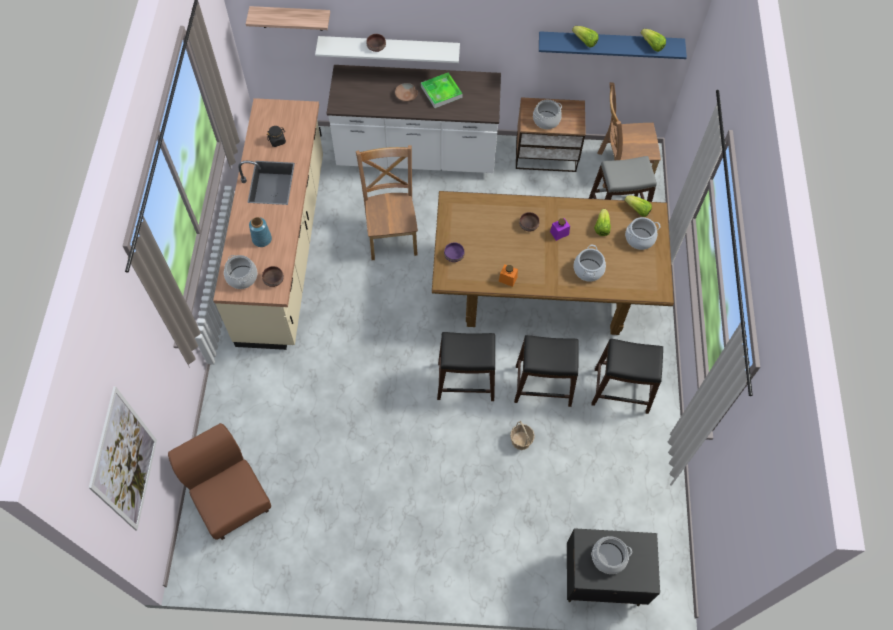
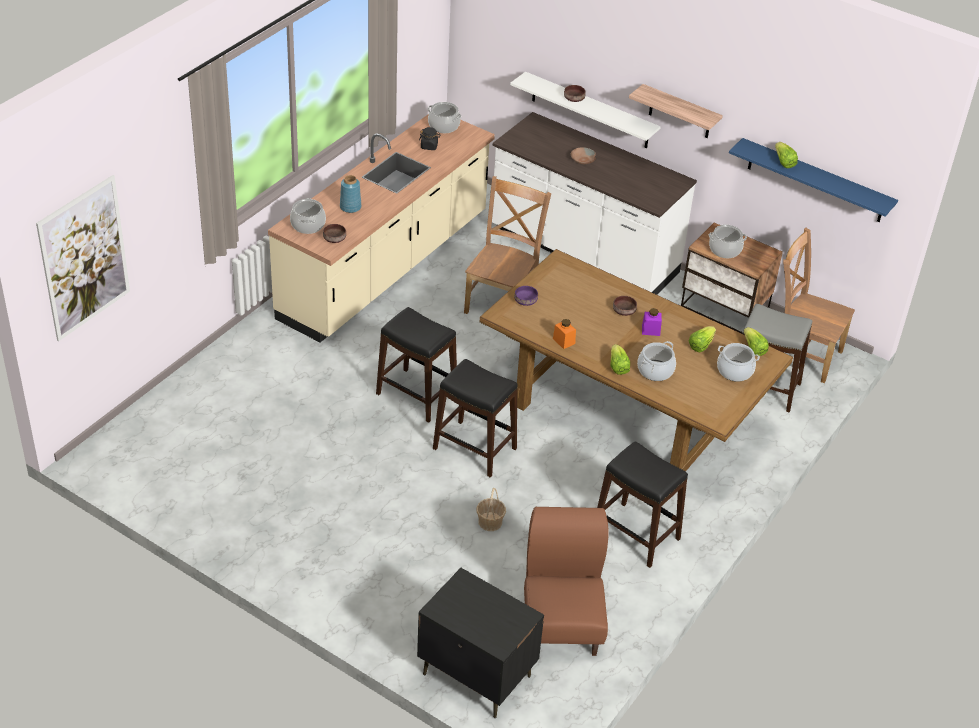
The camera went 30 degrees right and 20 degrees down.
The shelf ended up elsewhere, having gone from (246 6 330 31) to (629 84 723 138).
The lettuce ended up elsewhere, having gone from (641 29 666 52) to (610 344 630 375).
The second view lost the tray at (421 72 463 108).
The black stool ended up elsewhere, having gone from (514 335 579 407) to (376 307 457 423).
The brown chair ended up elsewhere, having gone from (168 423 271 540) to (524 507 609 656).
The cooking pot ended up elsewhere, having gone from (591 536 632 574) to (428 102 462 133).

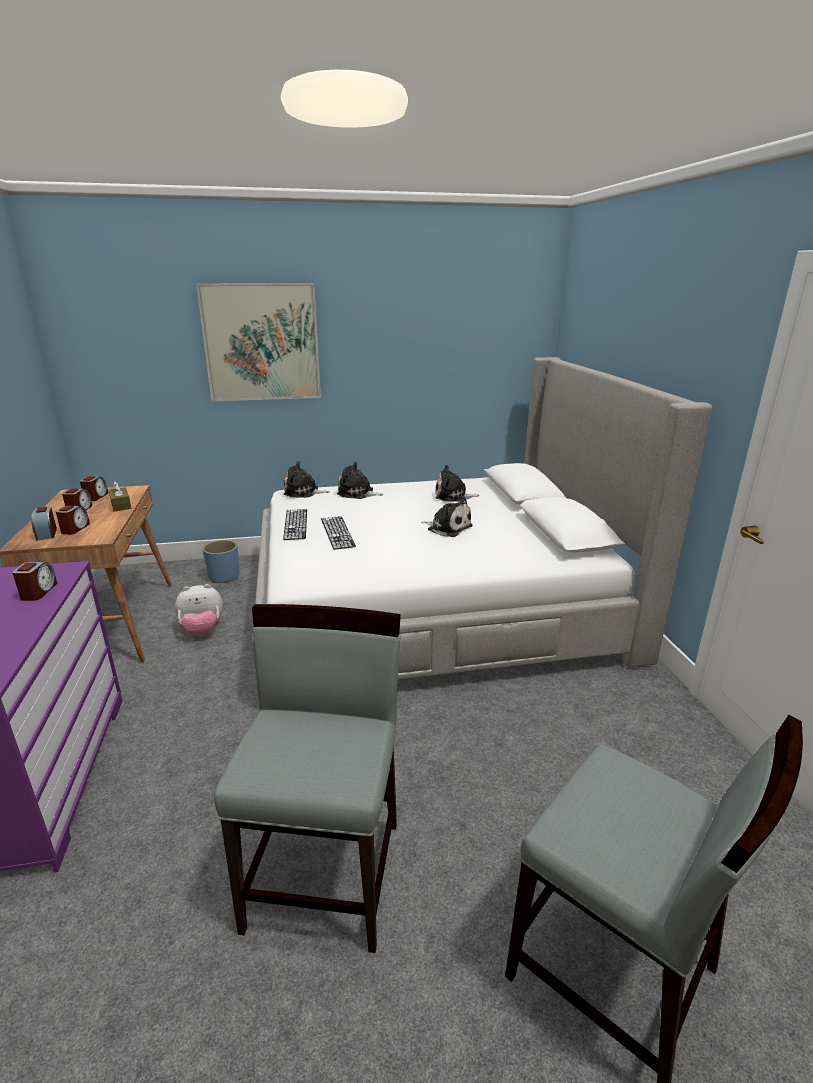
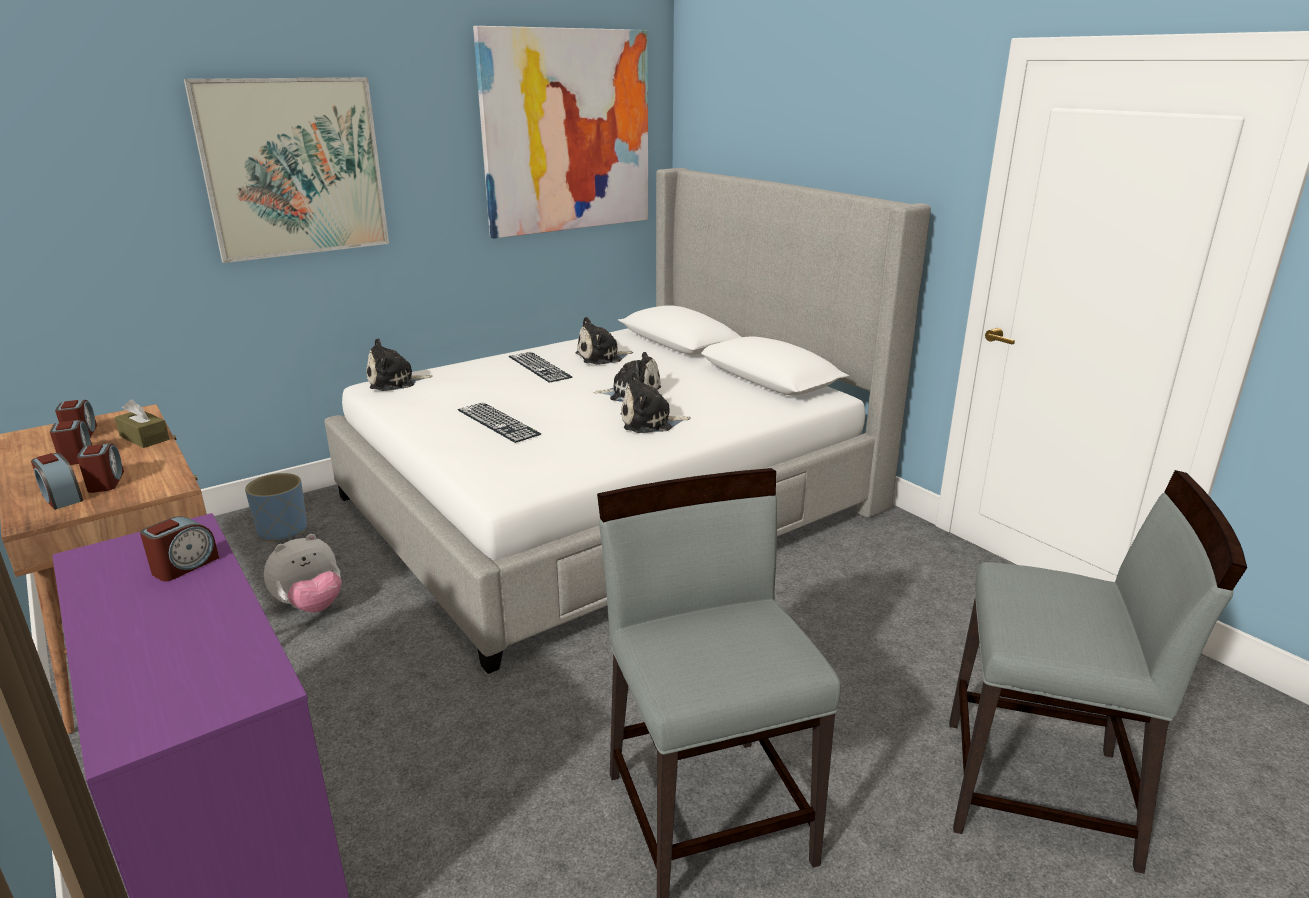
The camera went 25 degrees left and 0 degrees up.
The plush toy ended up elsewhere, having gone from (337 462 383 499) to (621 372 691 433).
The keyboard ended up elsewhere, having gone from (283 509 307 540) to (509 352 572 383).
The alarm clock at (12 562 57 601) ended up facing another way, 60 degrees clockwise from before.
The second view gained the picture at (473 26 648 239).

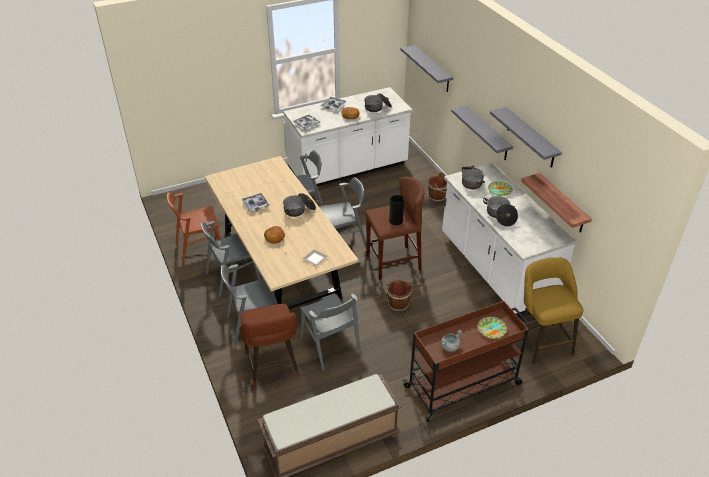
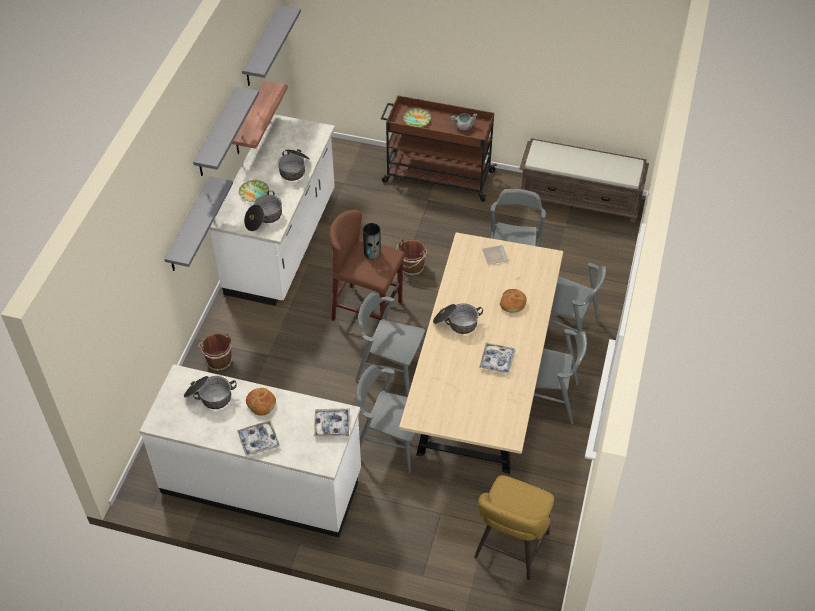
The camera went 140 degrees left and 10 degrees up.
The grey shelf ended up elsewhere, having gone from (401 45 453 92) to (242 5 301 86).
The second view lost the brown chair at (167 192 221 266).
The yellow stool ended up elsewhere, having gone from (520 257 584 365) to (474 475 554 580).
The second view lost the brown stool at (240 304 300 387).

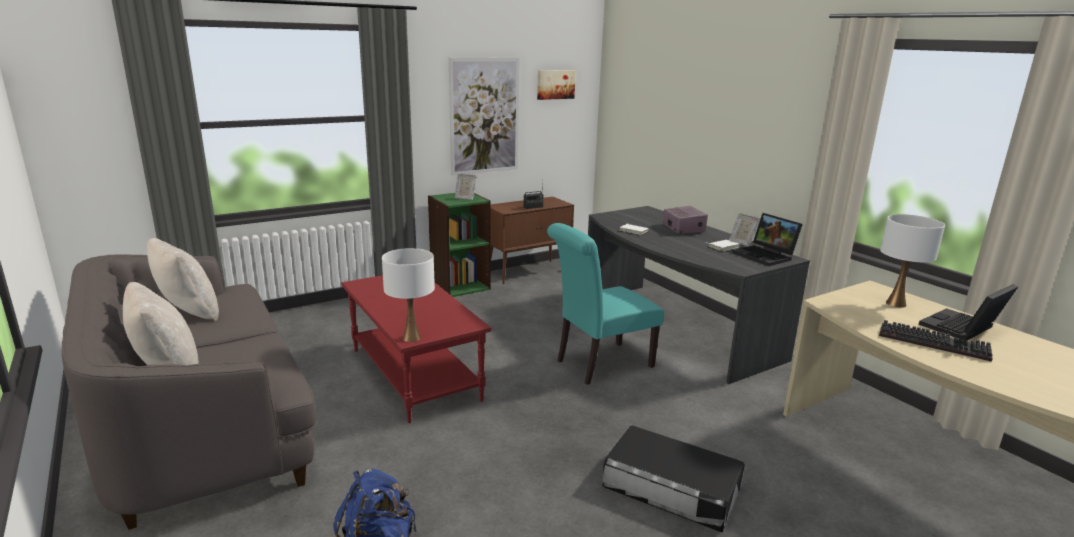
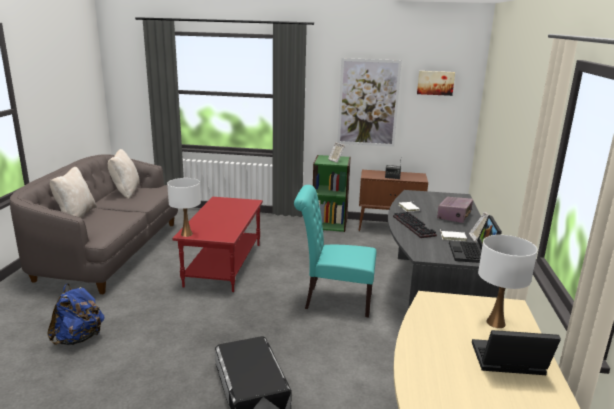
The camera went 40 degrees right and 0 degrees up.
The keyboard ended up elsewhere, having gone from (879 320 993 362) to (393 212 437 238).

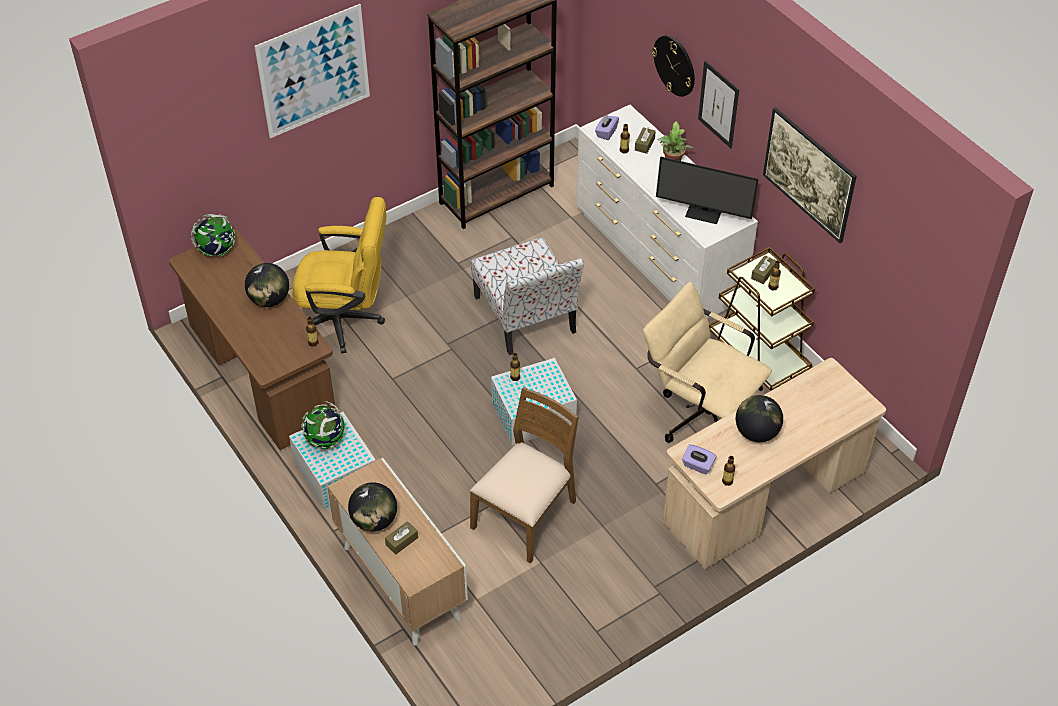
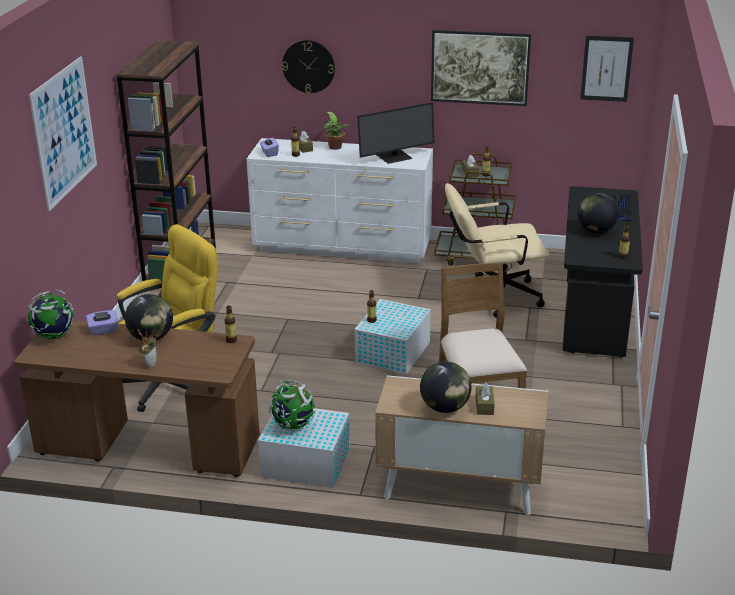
The camera went 45 degrees left and 20 degrees down.
The picture ended up elsewhere, having gone from (698 61 739 148) to (580 35 634 102).
The second view lost the chair at (471 238 584 355).
What was the beige desk at (663 358 886 569) turned into the black desk at (563 186 643 358).
The purple tissue box ended up elsewhere, having gone from (682 444 717 474) to (86 310 118 335).
The second view gained the keyboard at (612 195 632 221).
The second view gained the potted plant at (138 330 157 368).

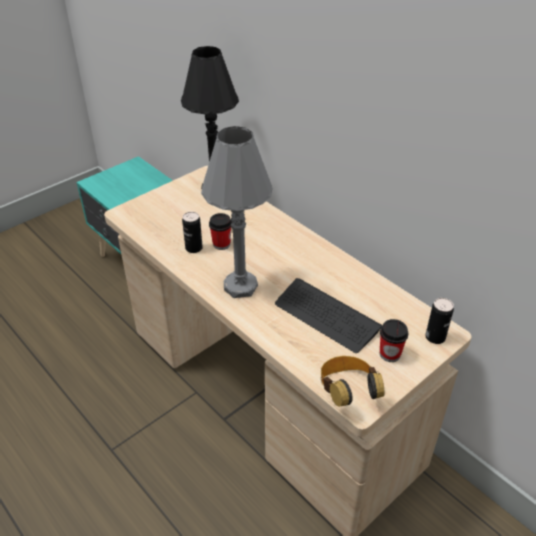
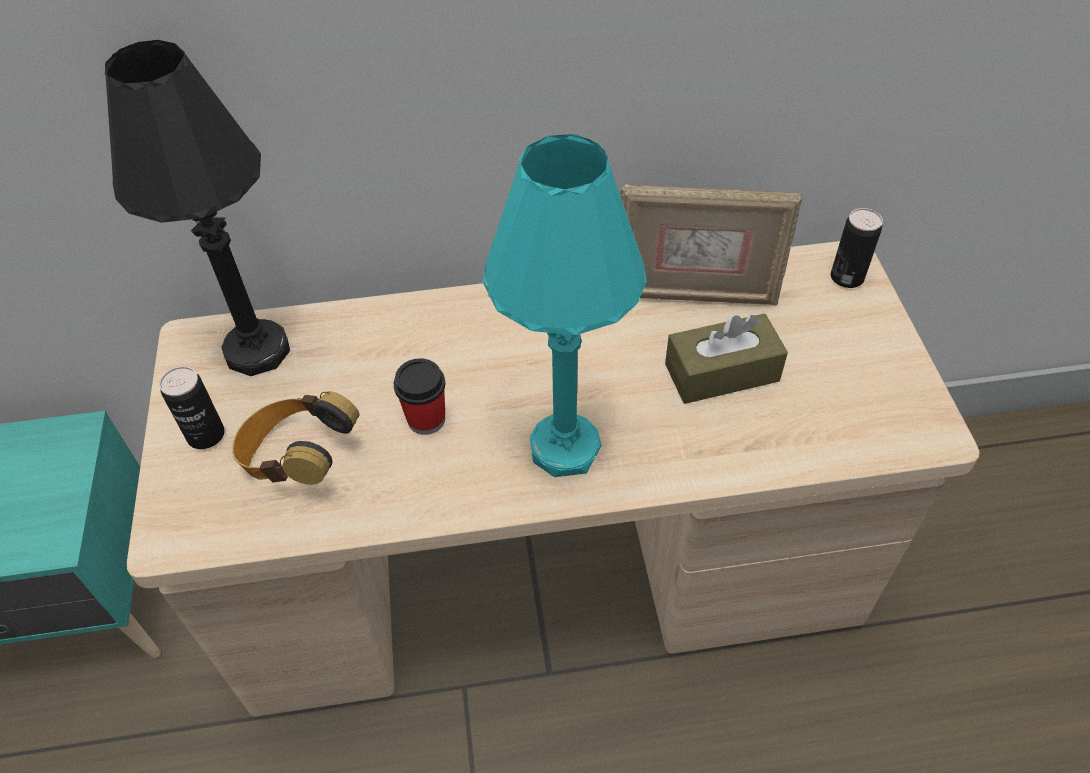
The camera went 55 degrees left and 10 degrees up.
What was the grey table lamp at (201 126 273 298) turned into the turquoise table lamp at (483 134 647 477).
The can ended up elsewhere, having gone from (182 212 203 253) to (159 366 225 449).
Where the keyboard stood at (275 278 382 353), the brown tissue box came to stand at (665 313 788 404).
The second view lost the cup at (380 319 408 362).
The headphones ended up elsewhere, having gone from (321 356 384 407) to (232 391 360 485).
The second view gained the picture frame at (620 184 803 305).

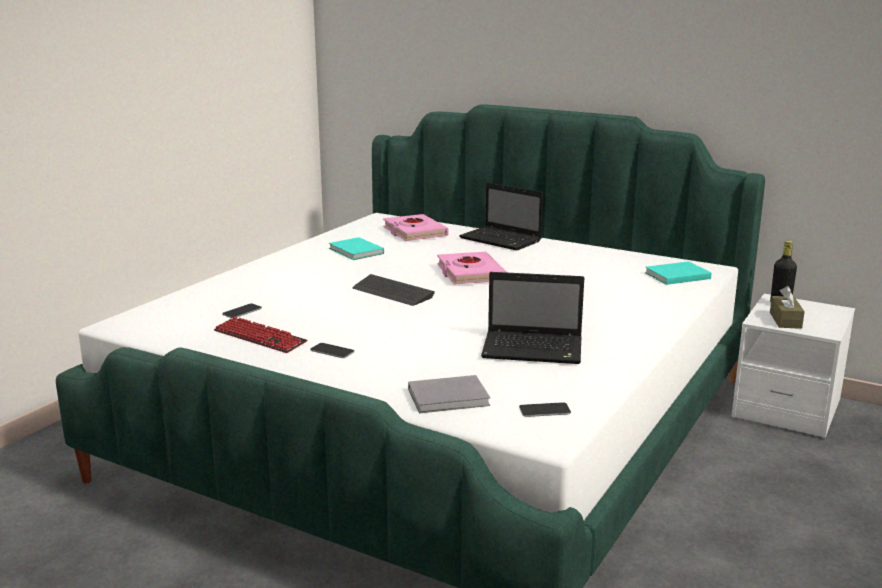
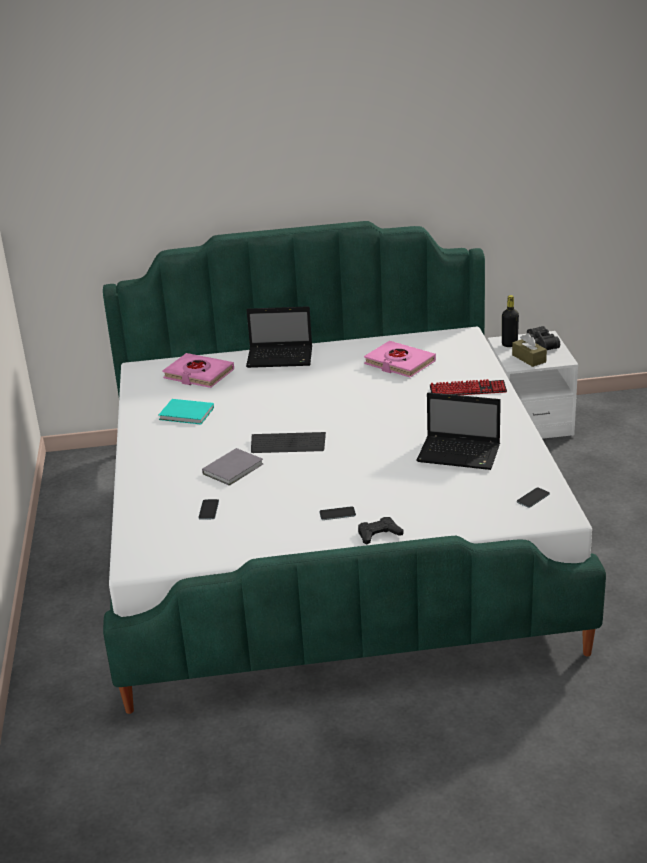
The camera went 35 degrees left and 10 degrees up.
The pink book ended up elsewhere, having gone from (437 252 507 285) to (364 341 436 377).
The second view lost the turquoise book at (645 261 711 285).
The laptop at (481 272 584 364) ended up facing another way, 45 degrees clockwise from before.
The keyboard ended up elsewhere, having gone from (214 316 308 353) to (430 379 507 395).
The grey book ended up elsewhere, having gone from (408 375 490 413) to (202 448 263 486).
The second view gained the black binoculars at (527 326 560 350).
The second view gained the black game controller at (358 517 404 544).

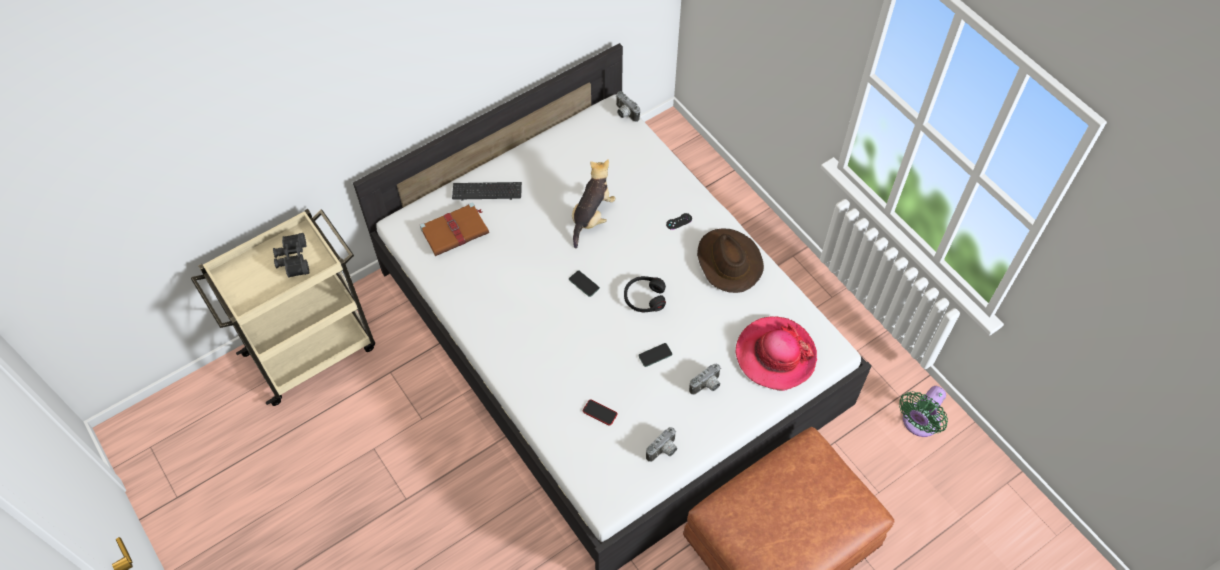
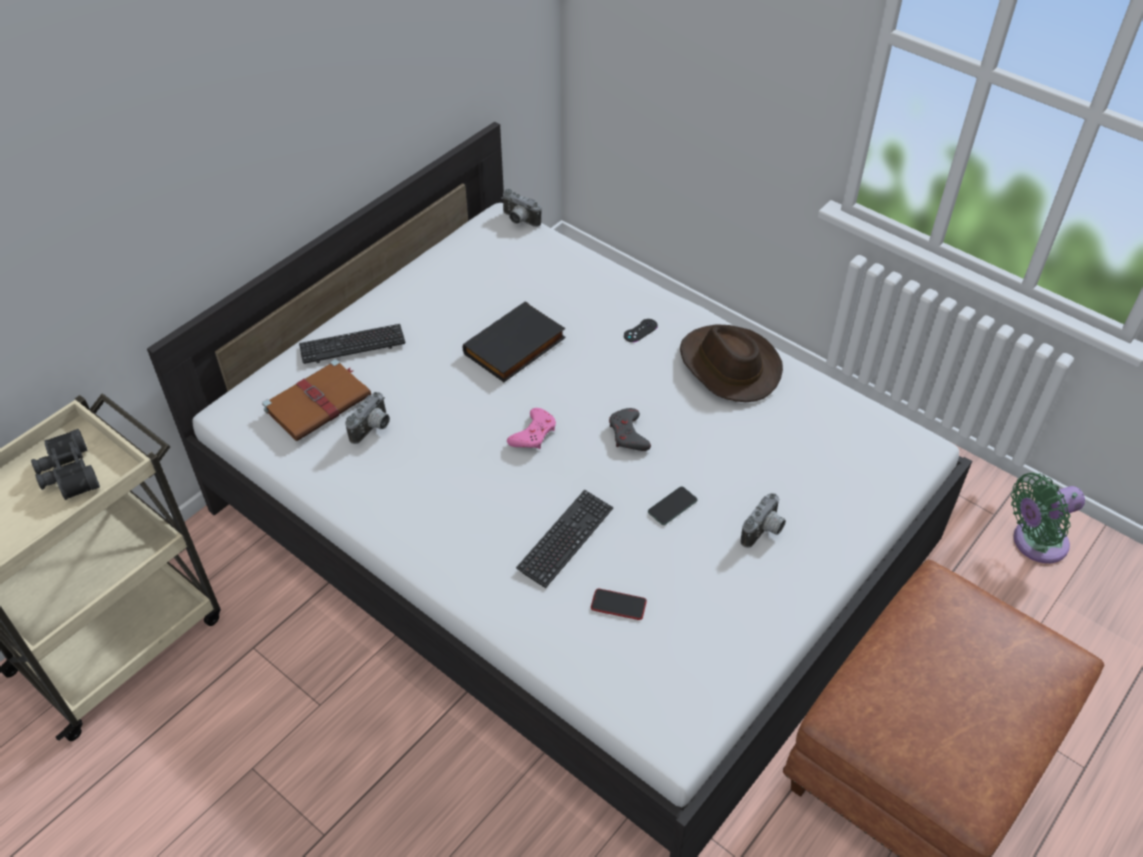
The camera went 15 degrees left and 10 degrees down.
Where the plush toy stood at (572 159 616 248), the black book came to stand at (463 301 566 382).
Where the phone stood at (569 270 600 297), the pink game controller came to stand at (507 408 556 449).
Where the black headphones stood at (624 276 666 312), the grey game controller came to stand at (609 408 651 451).
The second view lost the hat at (735 316 817 391).
The green fan at (899 386 948 437) ended up facing another way, 45 degrees clockwise from before.
The photo camera ended up elsewhere, having gone from (646 427 677 462) to (345 392 390 444).
The second view gained the keyboard at (516 490 613 588).

